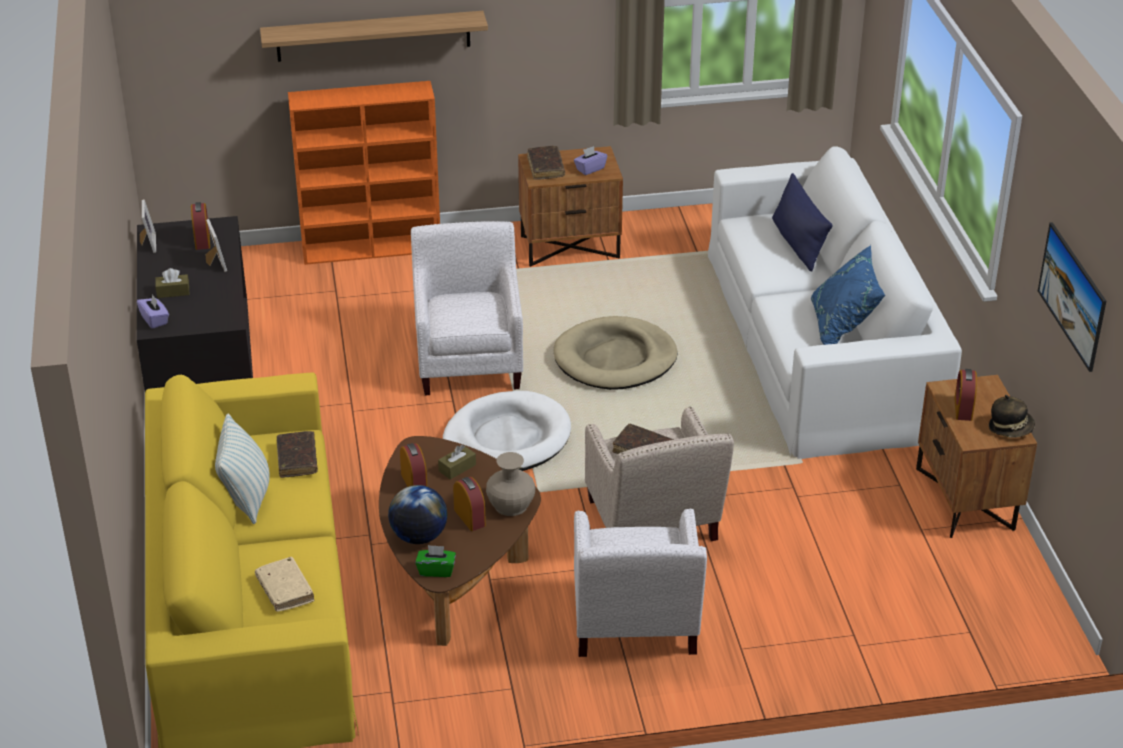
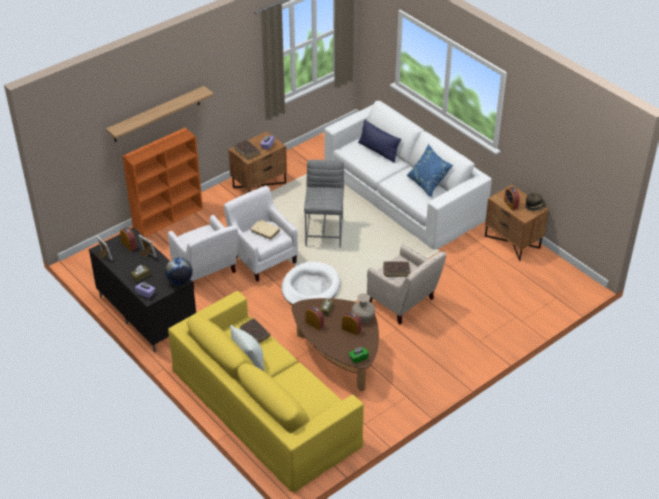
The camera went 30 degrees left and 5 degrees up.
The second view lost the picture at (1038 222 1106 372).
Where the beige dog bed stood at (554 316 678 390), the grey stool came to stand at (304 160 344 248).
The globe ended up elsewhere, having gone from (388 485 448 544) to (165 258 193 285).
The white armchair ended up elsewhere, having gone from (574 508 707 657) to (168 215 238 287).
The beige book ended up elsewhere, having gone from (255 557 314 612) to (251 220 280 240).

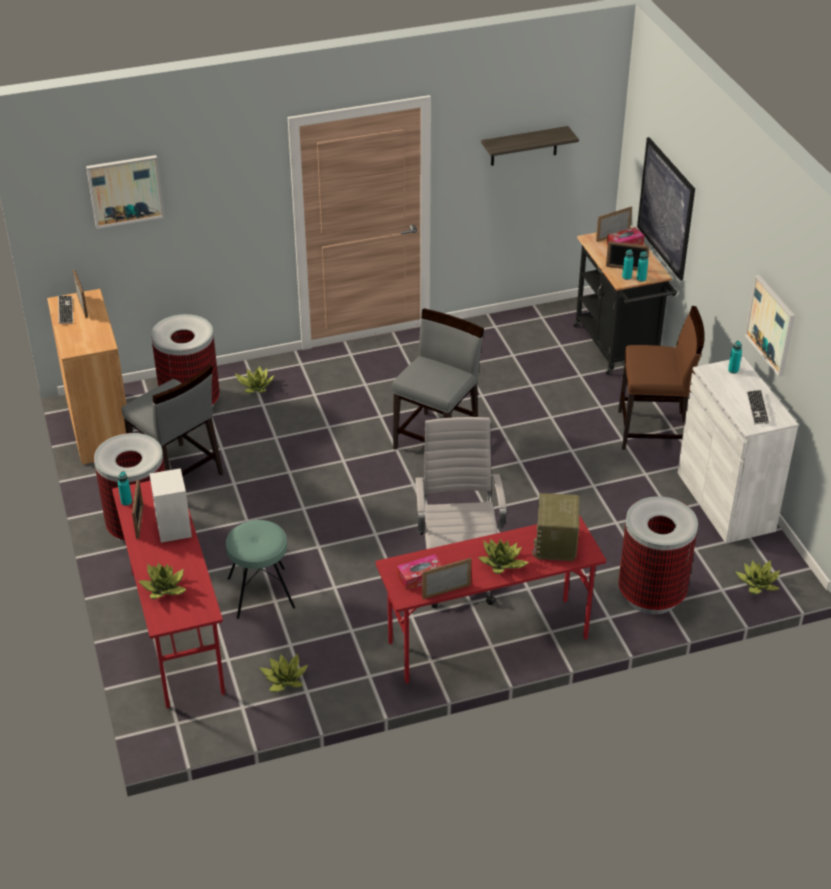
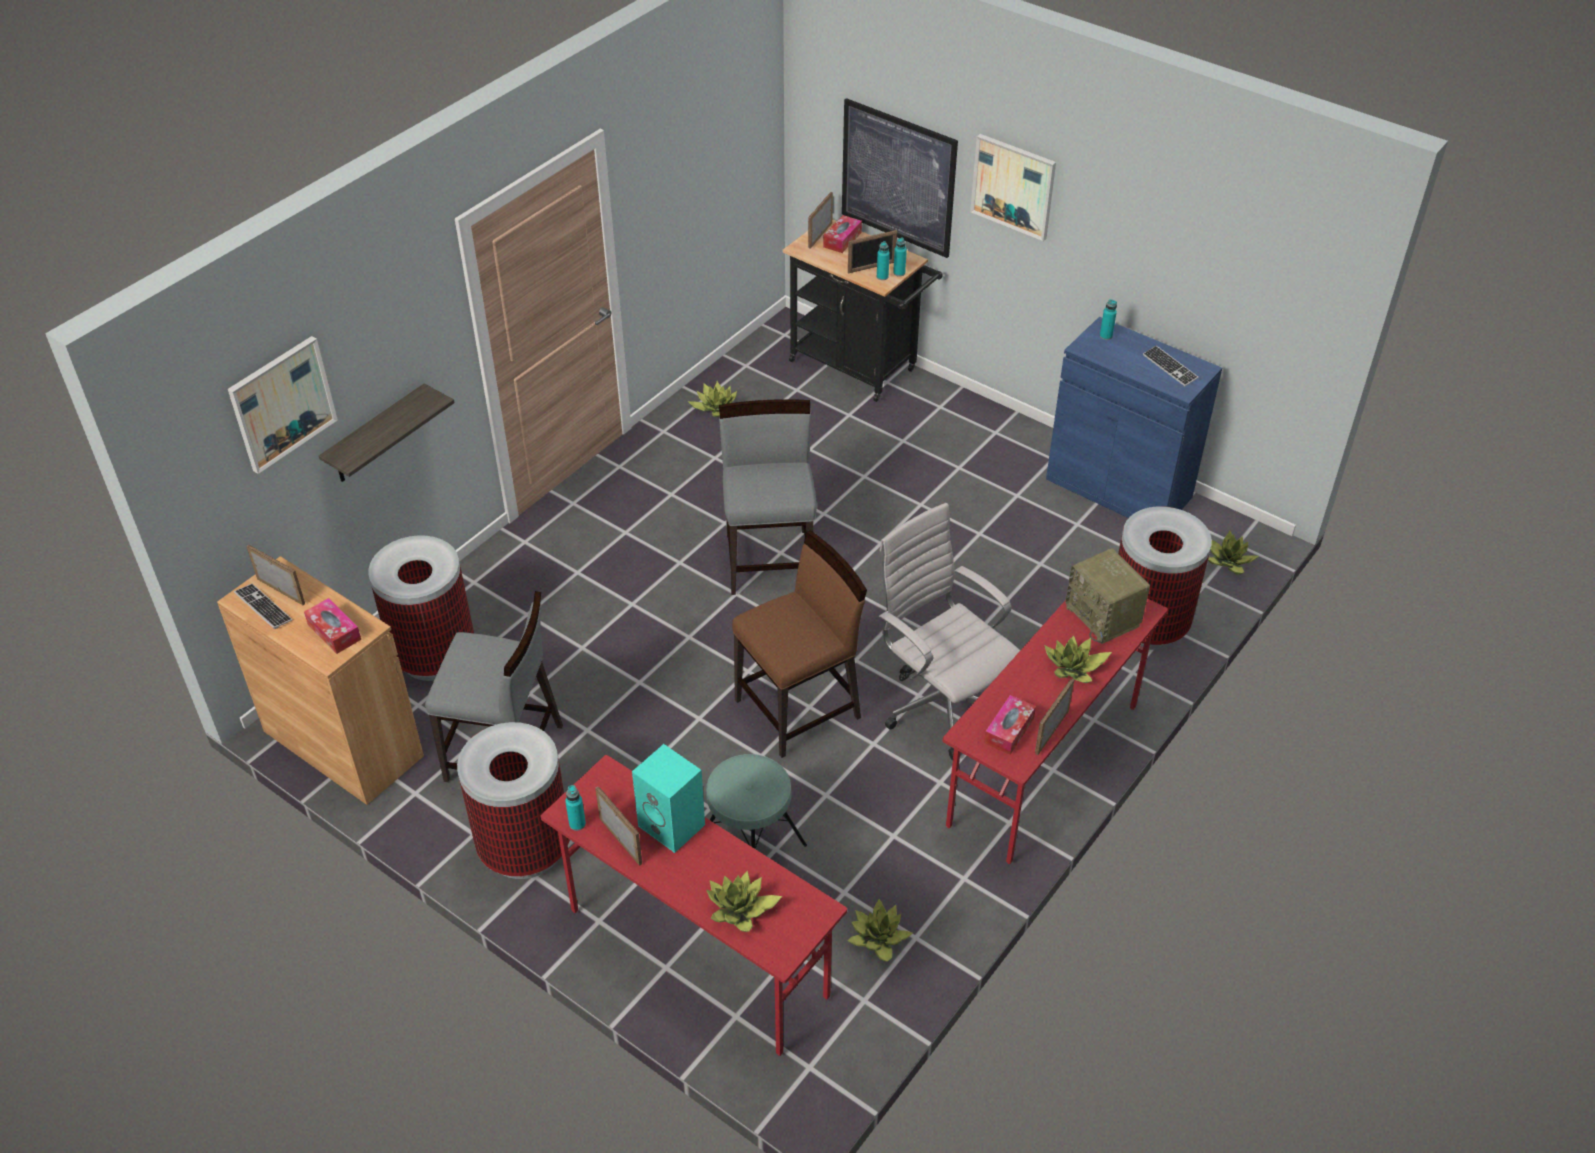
The camera went 35 degrees left and 5 degrees up.
The shelf ended up elsewhere, having gone from (481 126 579 166) to (319 383 455 482).
The picture ended up elsewhere, having gone from (744 275 795 377) to (970 134 1056 241).
The brown chair ended up elsewhere, having gone from (618 306 705 450) to (732 531 867 758).
What was the white cabinet at (677 357 798 543) turned into the blue cabinet at (1046 317 1222 518).
The potted plant ended up elsewhere, having gone from (235 366 274 393) to (687 381 737 417).
What was the white speaker at (149 468 192 543) turned into the turquoise speaker at (632 744 705 853).
The second view gained the tissue box at (304 598 361 654).

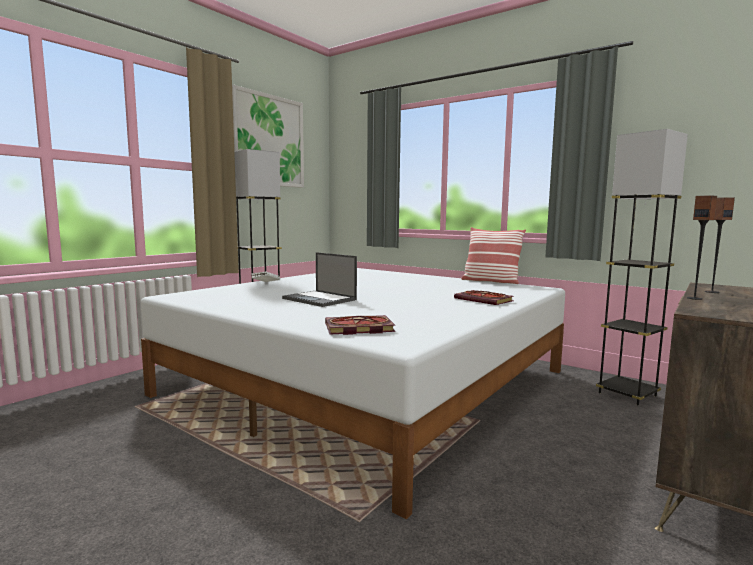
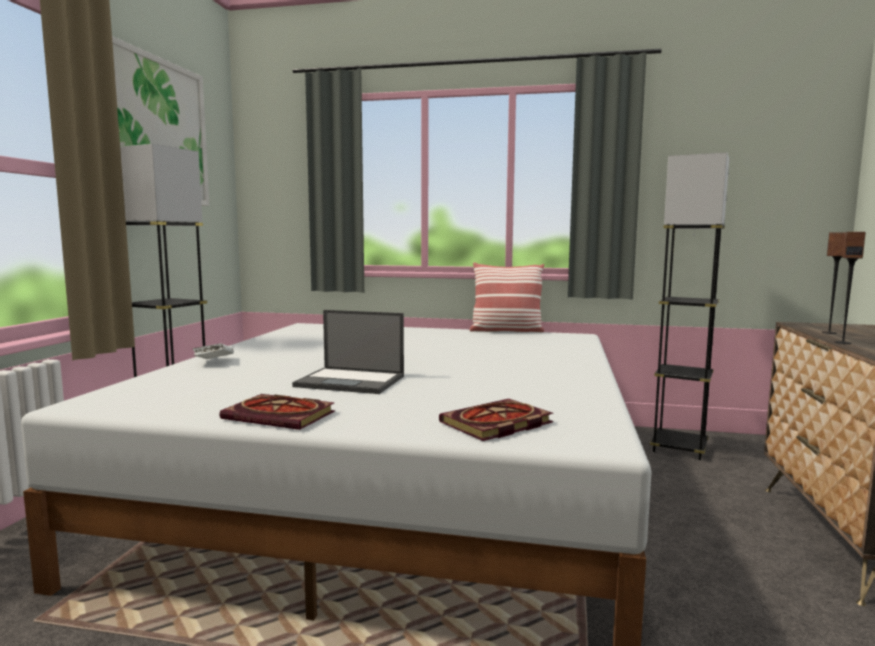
The camera went 25 degrees left and 0 degrees up.
The book ended up elsewhere, having gone from (454 290 514 305) to (219 394 335 430).

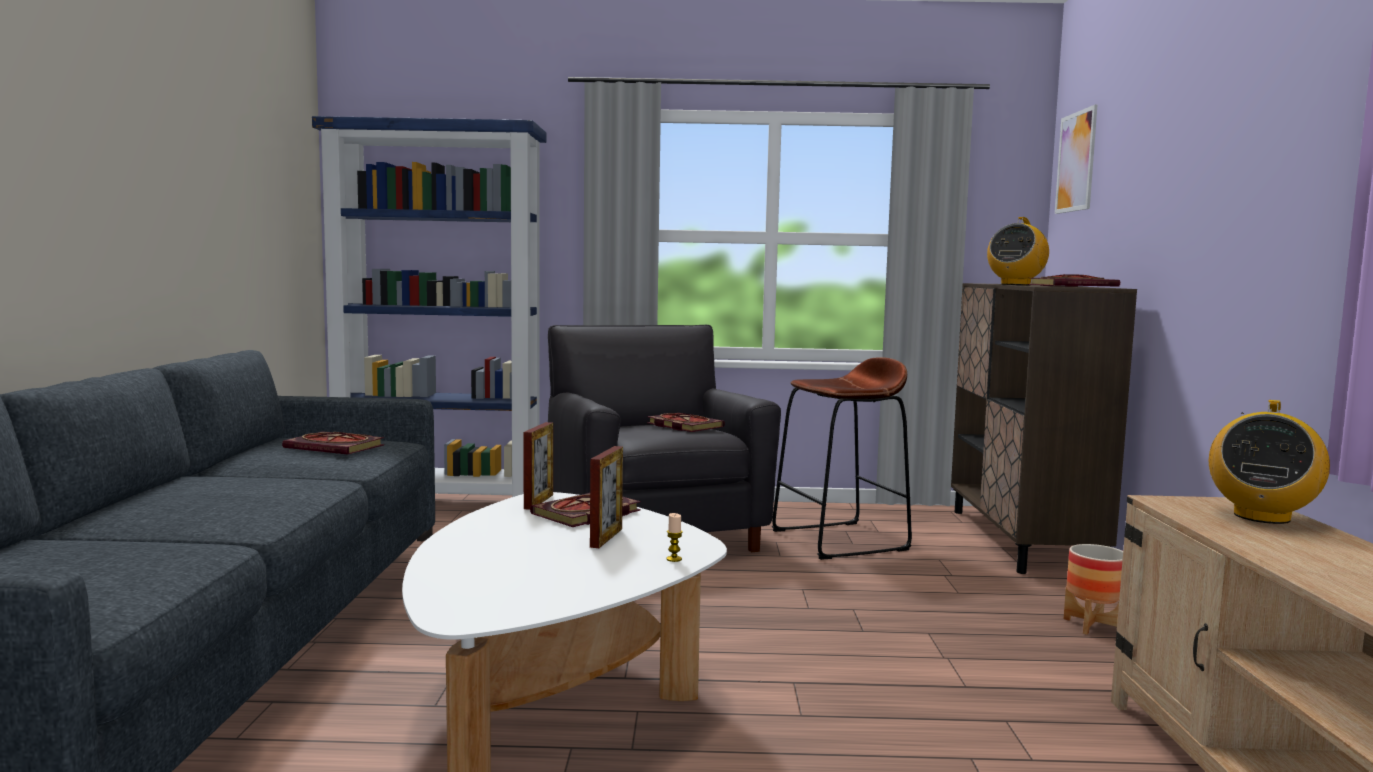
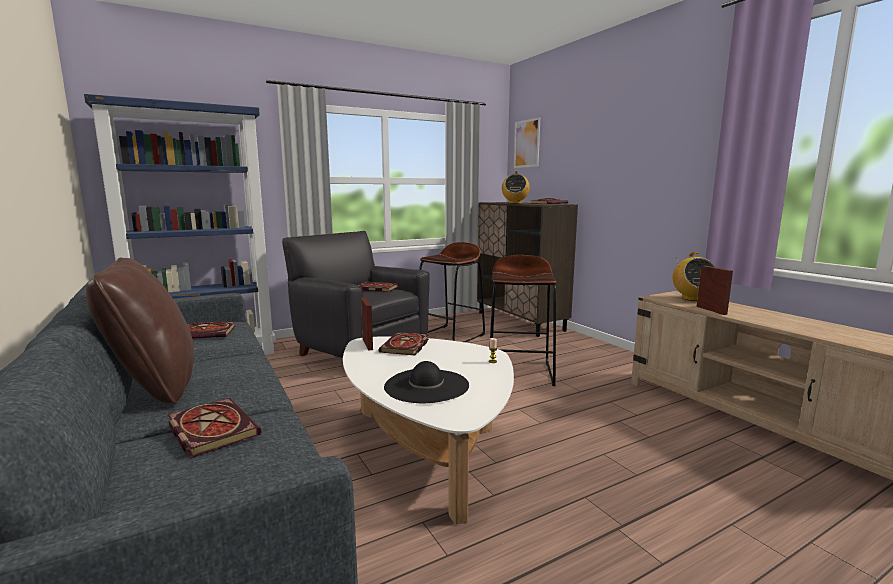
The camera went 30 degrees left and 5 degrees up.
The picture frame ended up elsewhere, having gone from (590 446 623 548) to (697 265 733 315).
The second view lost the planter at (1064 544 1123 635).
The second view gained the brown stool at (490 255 556 386).
The second view gained the brown pillow at (86 258 194 405).
The second view gained the black hat at (384 361 469 403).
The second view gained the book at (167 398 261 458).

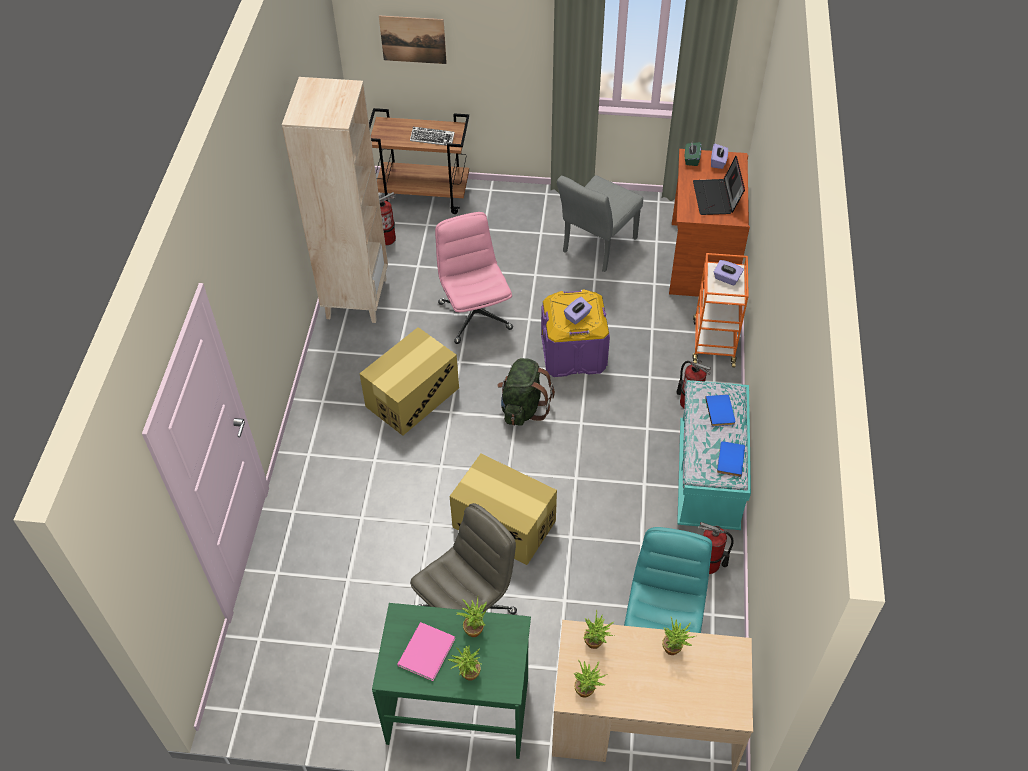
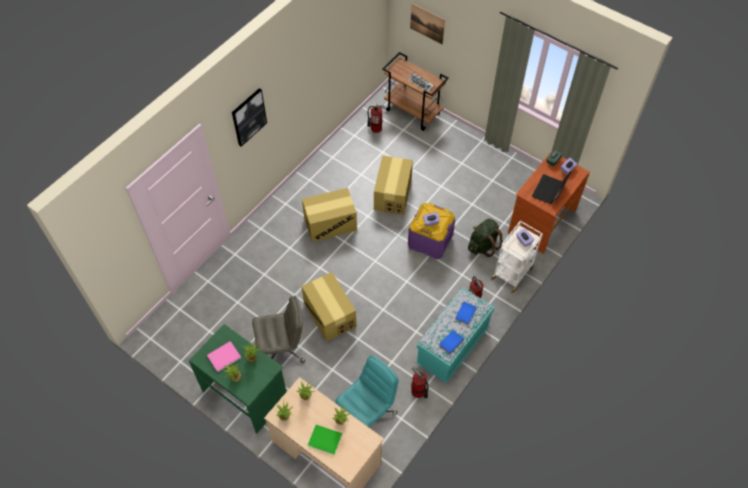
The camera went 30 degrees right and 5 degrees up.
The second view lost the beige bookcase at (282 77 388 323).
The second view lost the grey chair at (557 175 643 272).
Where the pink office chair stood at (435 212 513 344), the cardboard box came to stand at (374 155 413 215).
What was the orange cart at (692 253 749 367) turned into the white cart at (491 221 543 293).
The green backpack ended up elsewhere, having gone from (497 358 555 426) to (468 218 503 257).
The second view gained the picture at (232 88 267 147).
The second view gained the green book at (308 425 342 455).

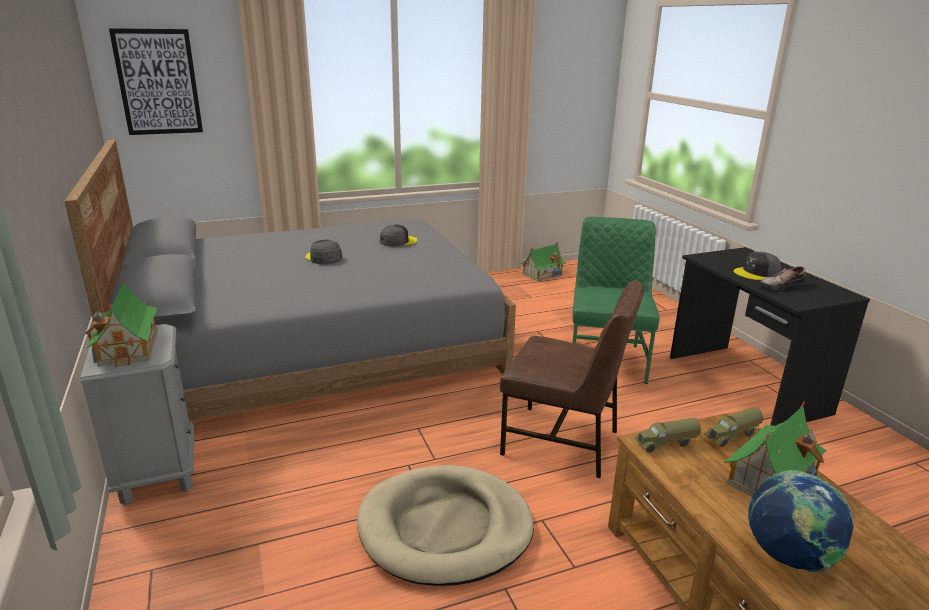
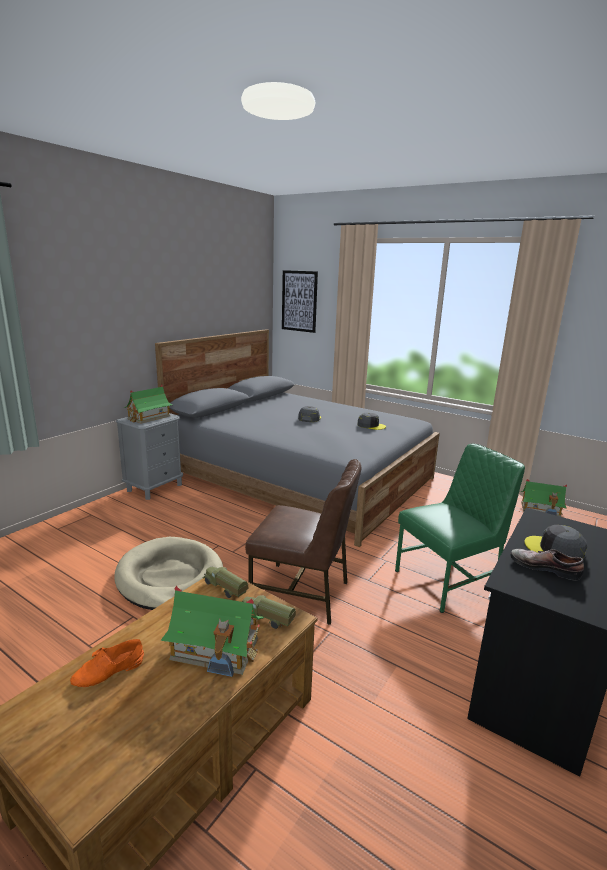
The camera went 55 degrees right and 5 degrees down.
The brown chair at (500 280 644 478) ended up facing another way, 60 degrees counterclockwise from before.
Where the globe stood at (748 470 854 573), the orange shoe came to stand at (70 639 144 687).

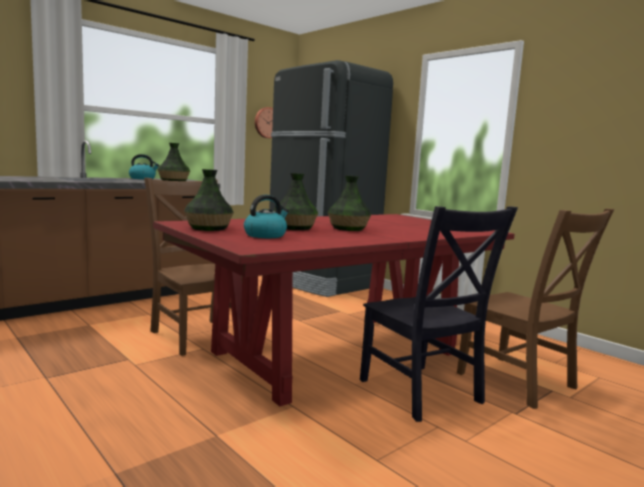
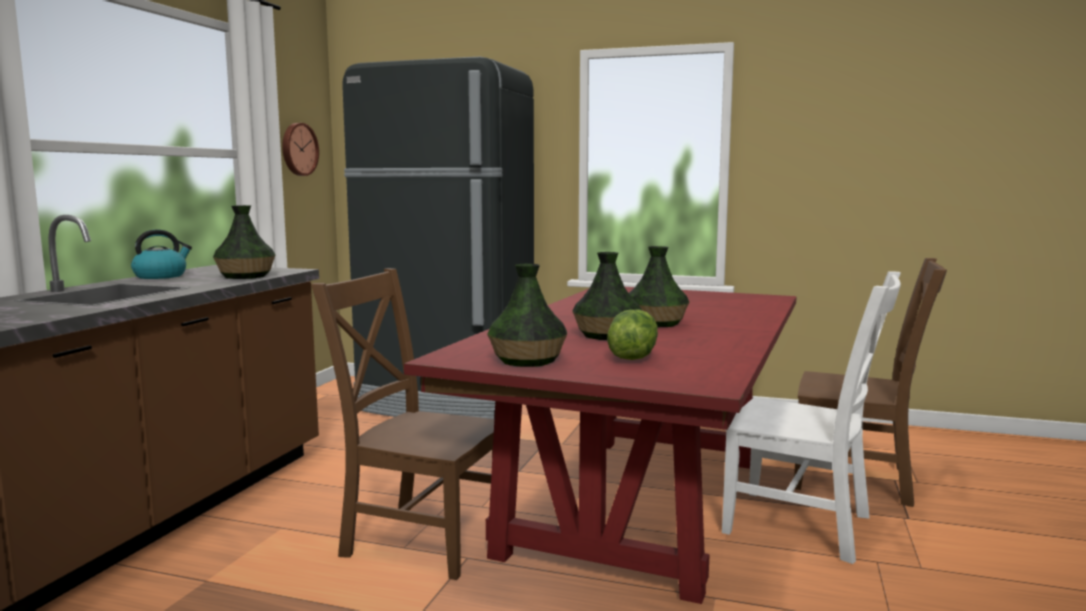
The camera went 30 degrees left and 0 degrees up.
Where the kettle stood at (244 195 289 238), the lettuce came to stand at (607 309 658 360).
What was the black chair at (360 206 518 422) turned into the white chair at (722 272 901 564).

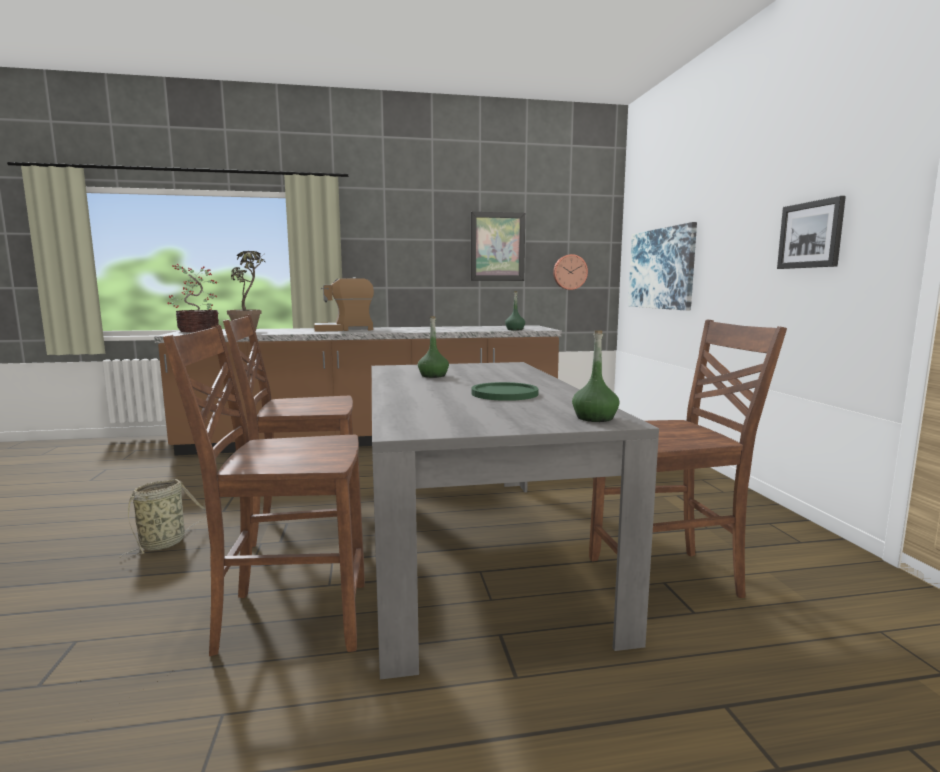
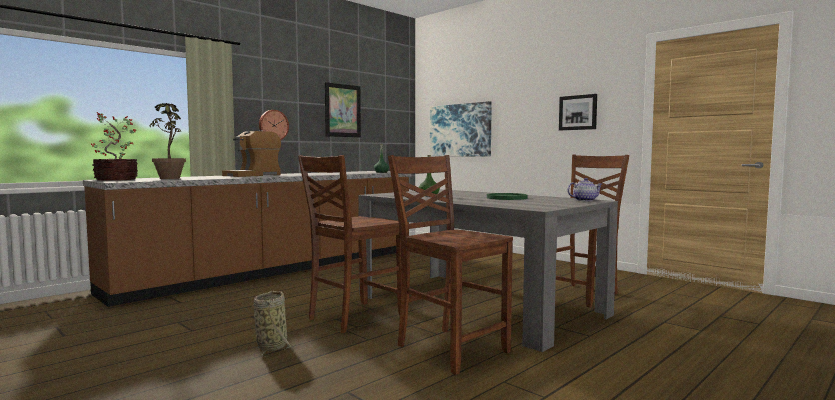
The camera went 35 degrees left and 5 degrees down.
The wall clock ended up elsewhere, having gone from (553 254 588 290) to (259 110 289 140).
The brown chair at (163 325 365 656) ended up facing another way, 90 degrees clockwise from before.
Where the green bottle stood at (572 330 619 422), the teapot came to stand at (567 178 602 201).

